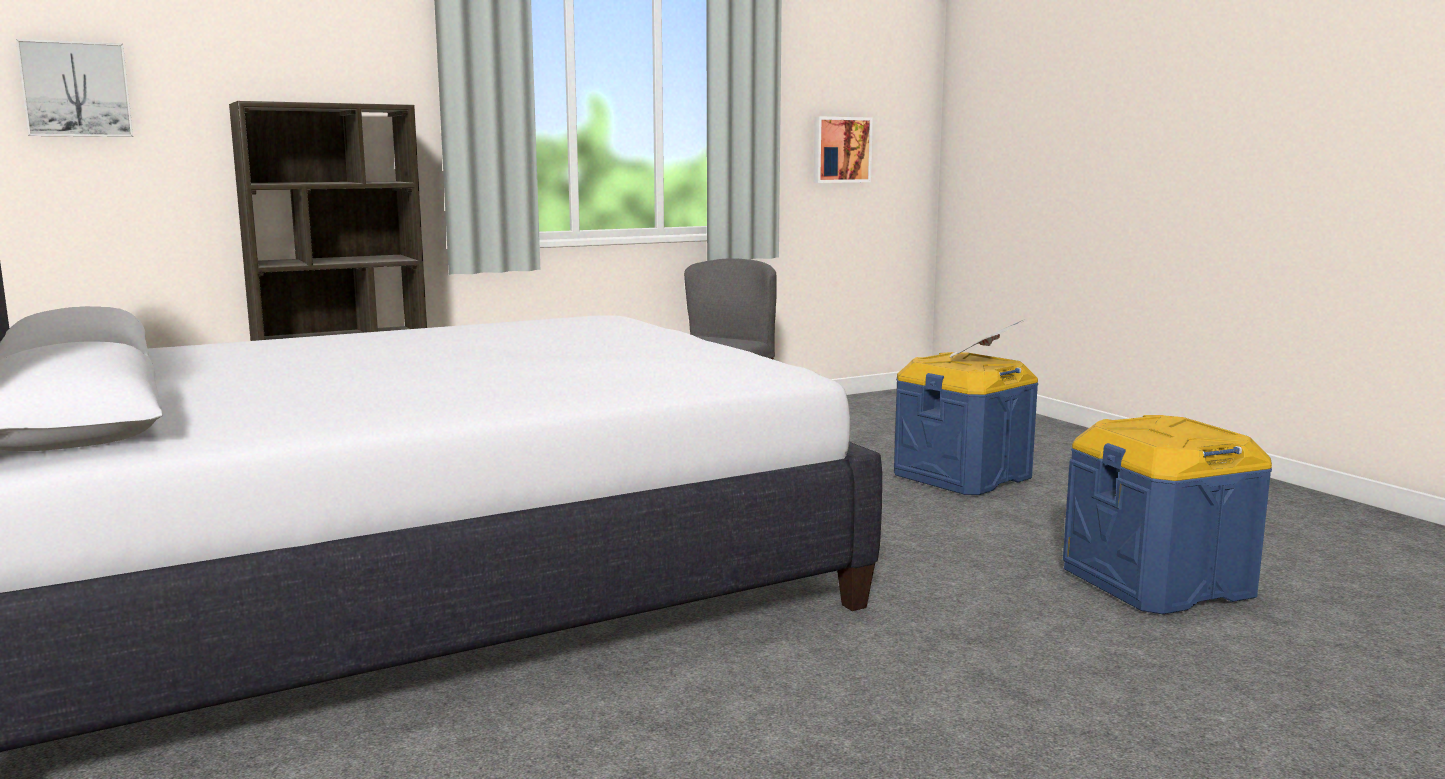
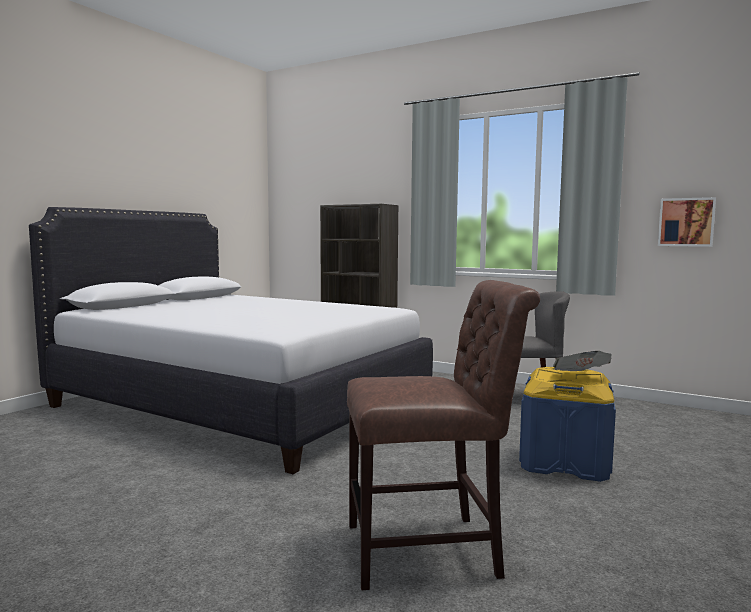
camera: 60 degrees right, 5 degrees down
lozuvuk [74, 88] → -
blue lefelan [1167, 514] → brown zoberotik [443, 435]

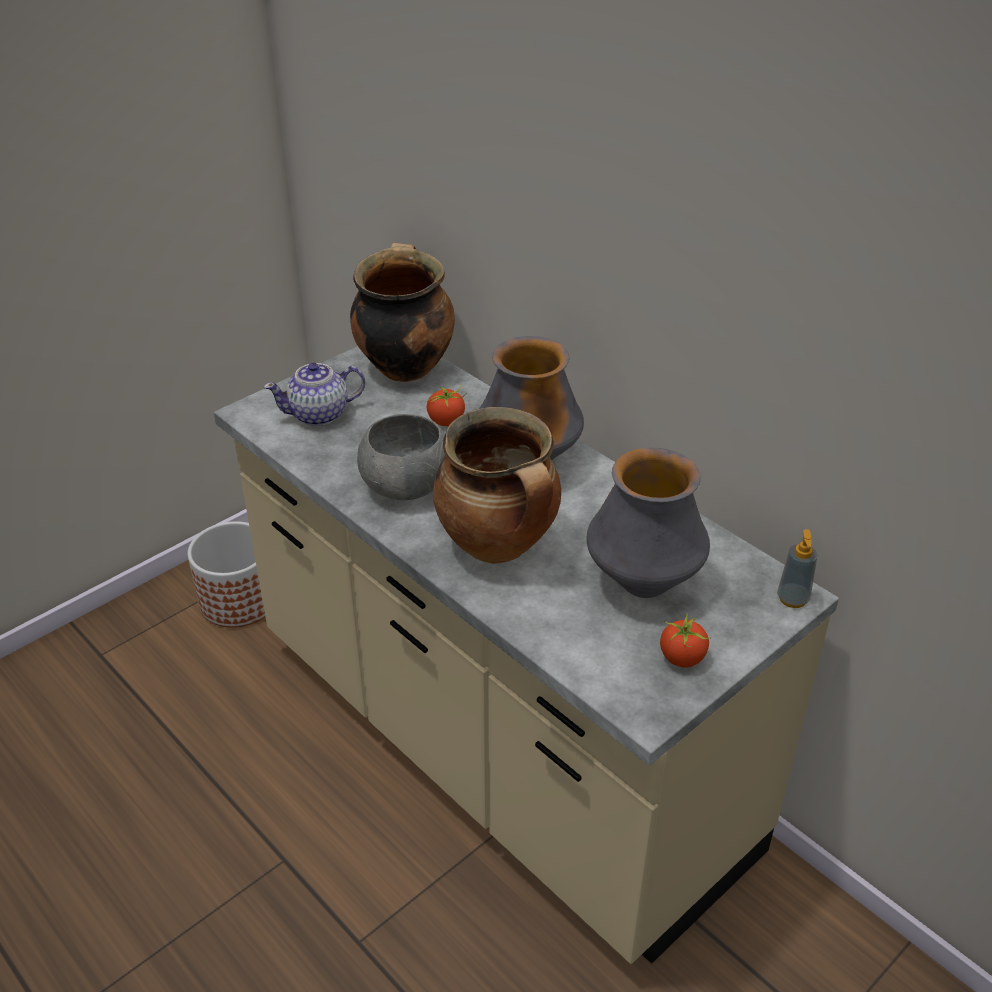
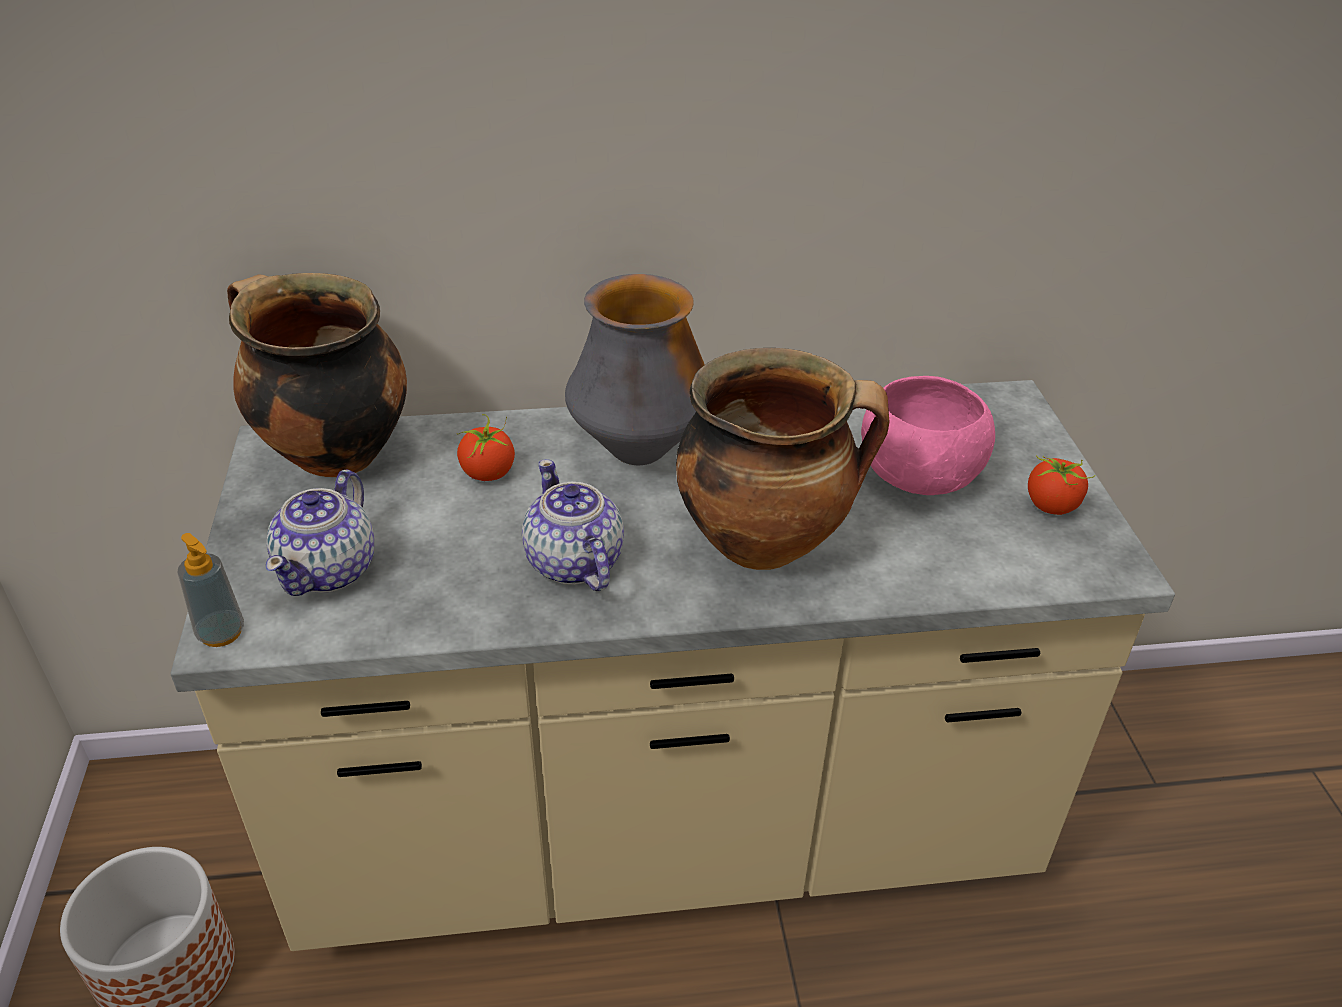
camera: 55 degrees left, 0 degrees up
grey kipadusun [401, 457] → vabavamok [573, 525]
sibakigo [648, 523] → pink kipadusun [928, 435]
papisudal [797, 568] → papisudal [210, 590], shifted

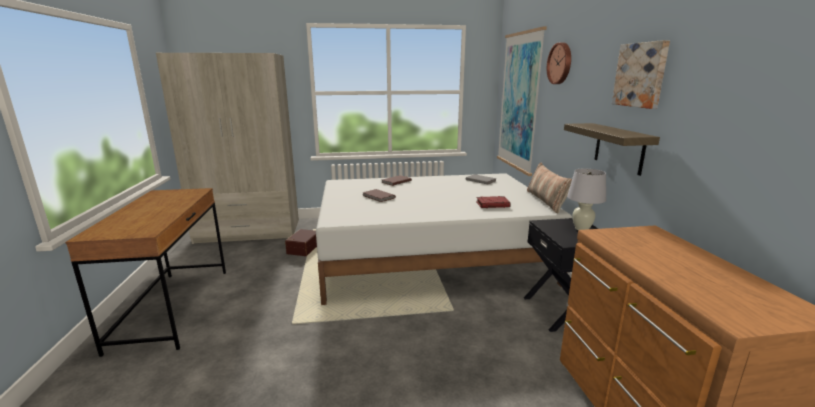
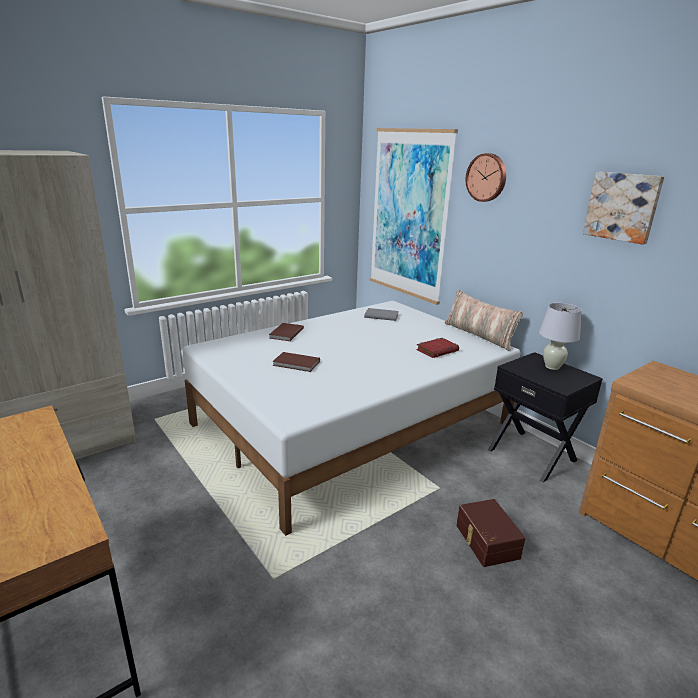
camera: 30 degrees left, 5 degrees up
brown lefelan [301, 242] → brown lefelan [491, 533], shifted
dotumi [612, 149] → -

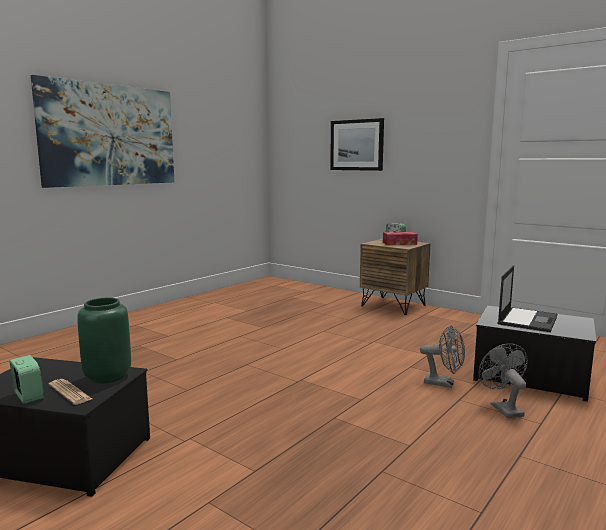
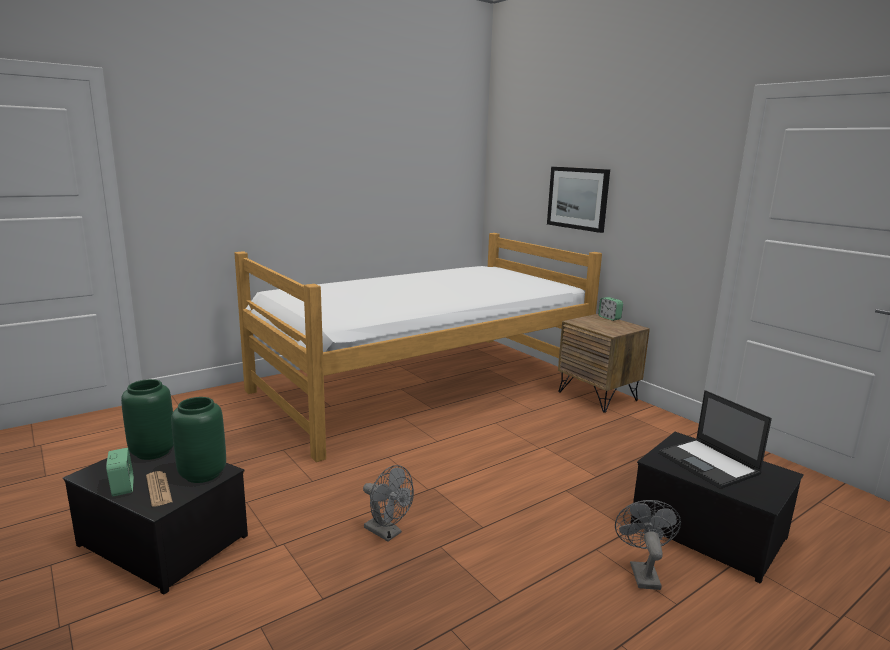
camera: 15 degrees right, 5 degrees up
lozuvuk [102, 131] → -
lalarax [400, 238] → -
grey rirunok [442, 356] → grey rirunok [388, 503], shifted
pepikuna [527, 298] → pepikuna [715, 439], 105 degrees clockwise
- → green sibakigo [147, 419]
- → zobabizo [418, 347]

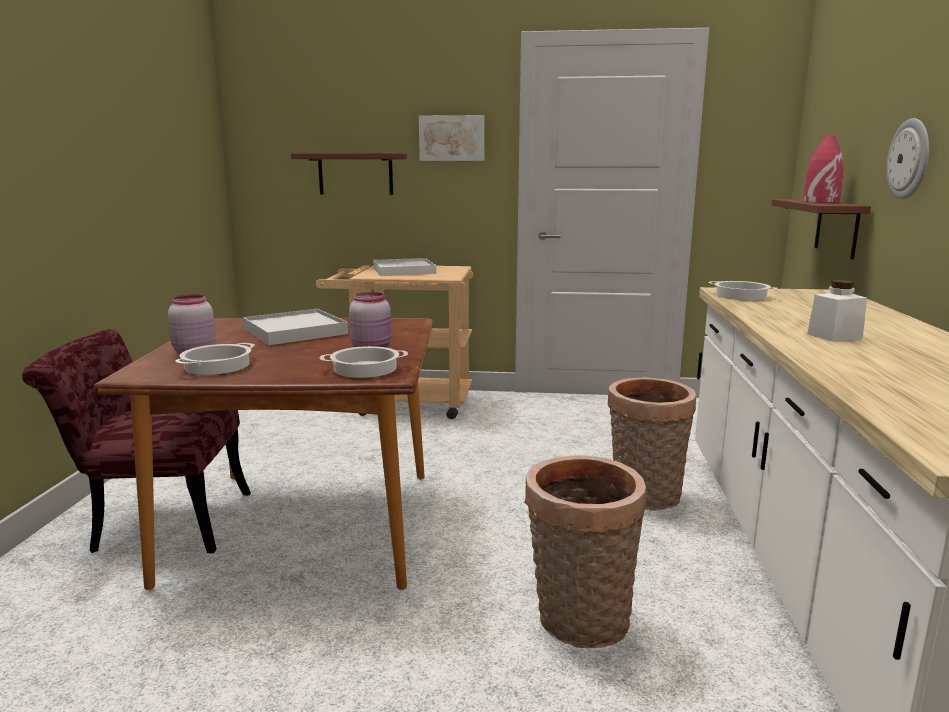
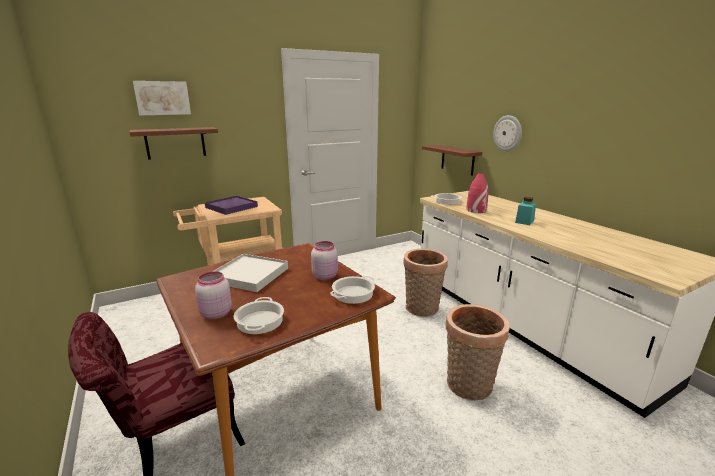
camera: 35 degrees left, 5 degrees up
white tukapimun [404, 267] → purple tukapimun [231, 205]
lozuvuk [452, 138] → lozuvuk [162, 98], shifted
red sibakigo [823, 169] → red sibakigo [477, 193], shifted
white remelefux [837, 310] → turquoise remelefux [525, 211]

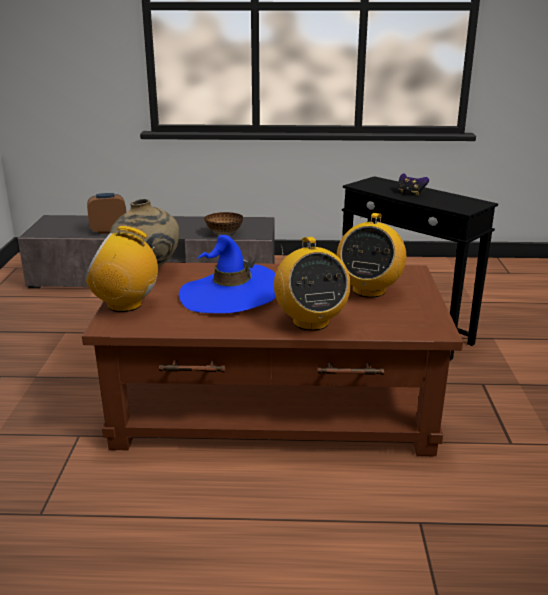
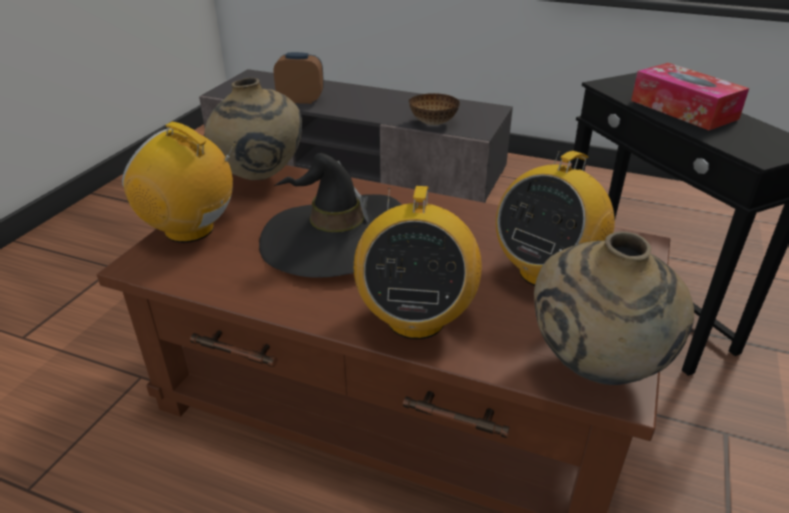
camera: 20 degrees right, 10 degrees up
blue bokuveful [227, 274] → black bokuveful [330, 215]
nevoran [413, 184] → lalarax [690, 96]
- → beige sibakigo [614, 308]

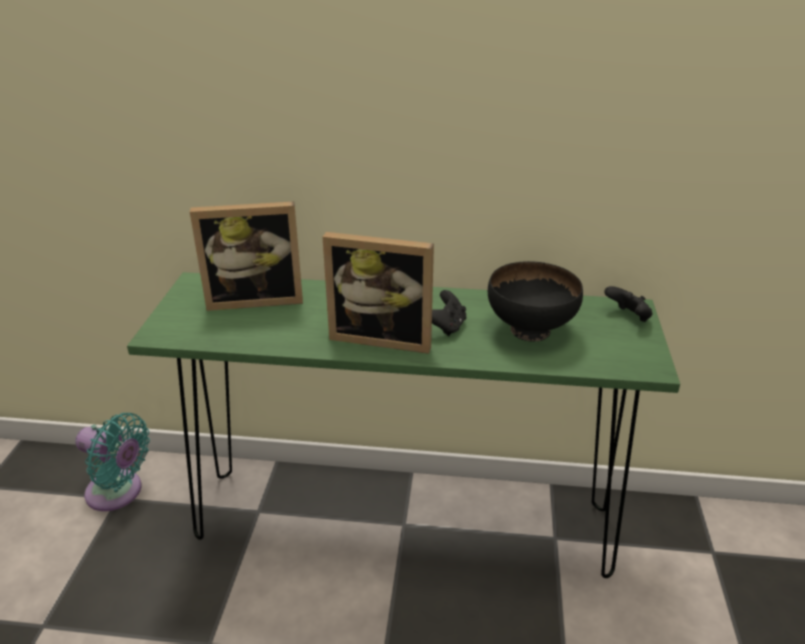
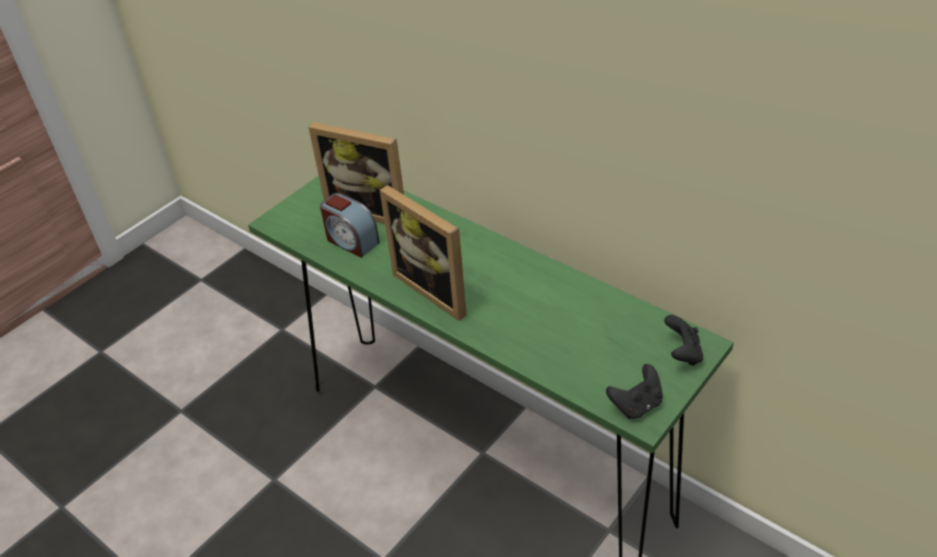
camera: 35 degrees right, 10 degrees up
turquoise rirunok [112, 462] → -
black nevoran [449, 313] → black nevoran [634, 391], shifted
black kipadusun [535, 301] → -
- → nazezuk [350, 225]

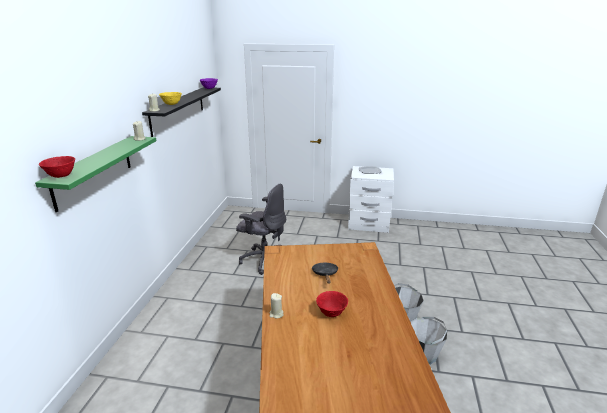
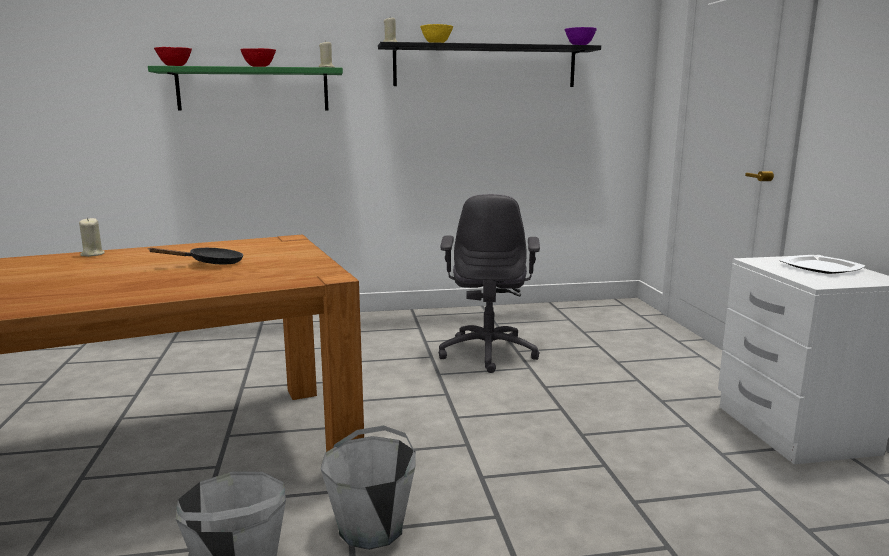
camera: 70 degrees right, 10 degrees down
red kipadusun [332, 304] → red kipadusun [258, 57], shifted

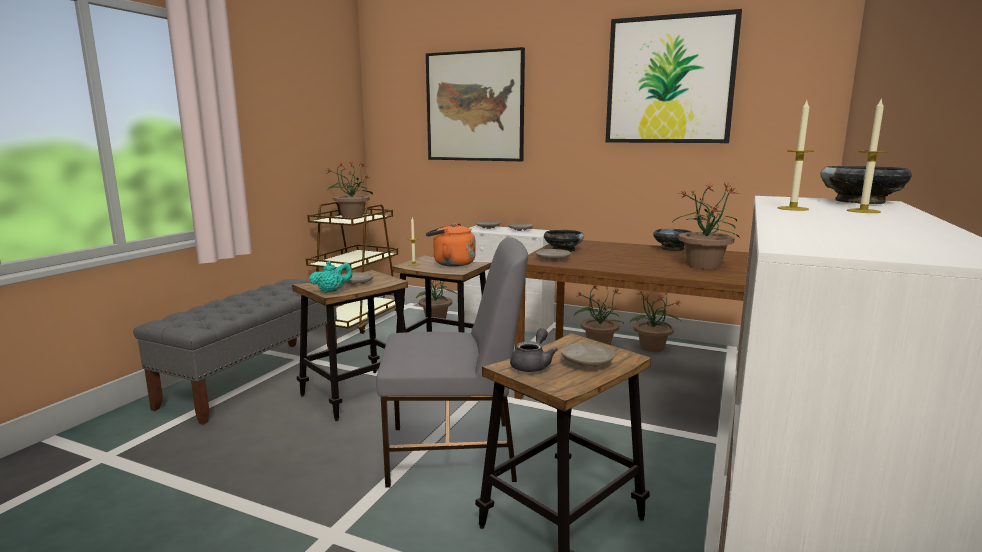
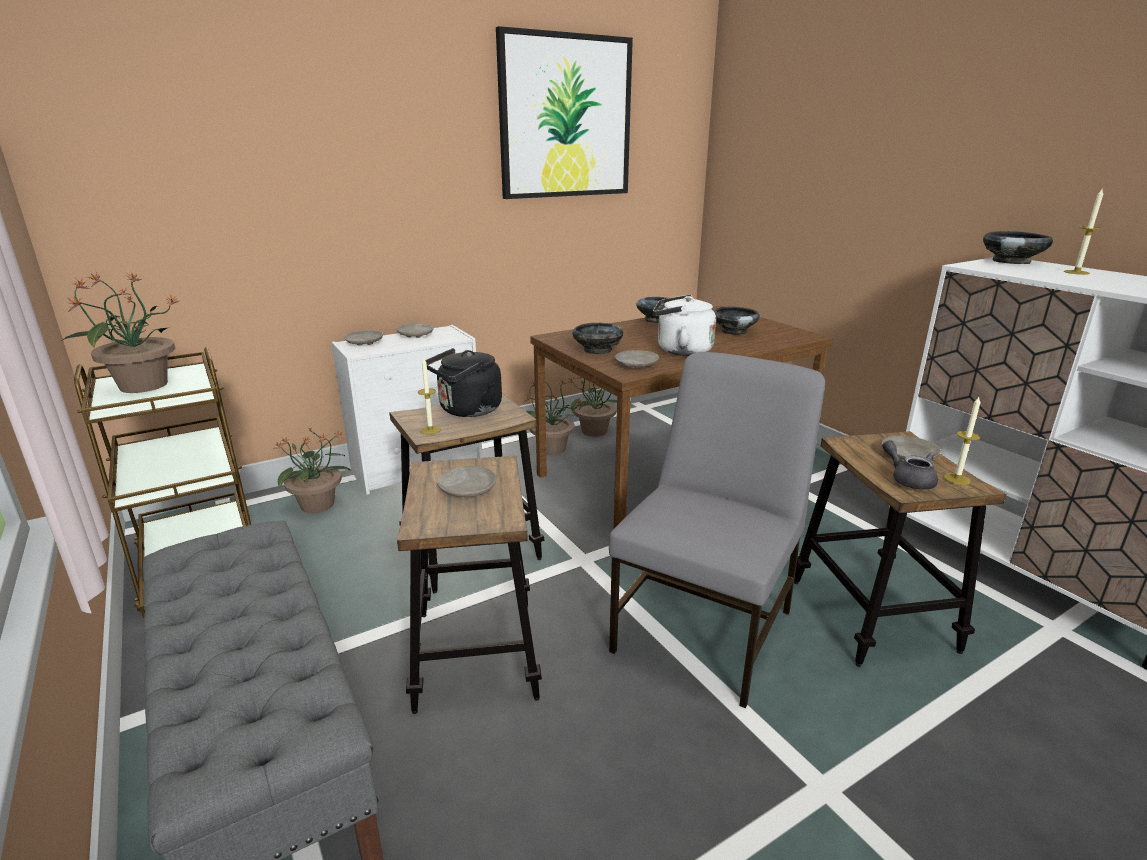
camera: 55 degrees left, 10 degrees up
turquoise vabavamok [330, 277] → -
lozuvuk [475, 104] → -
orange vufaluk [451, 245] → black vufaluk [463, 382]
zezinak [706, 225] → black kipadusun [737, 321]
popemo [796, 156] → popemo [962, 441], shifted
- → white vufaluk [684, 325]

